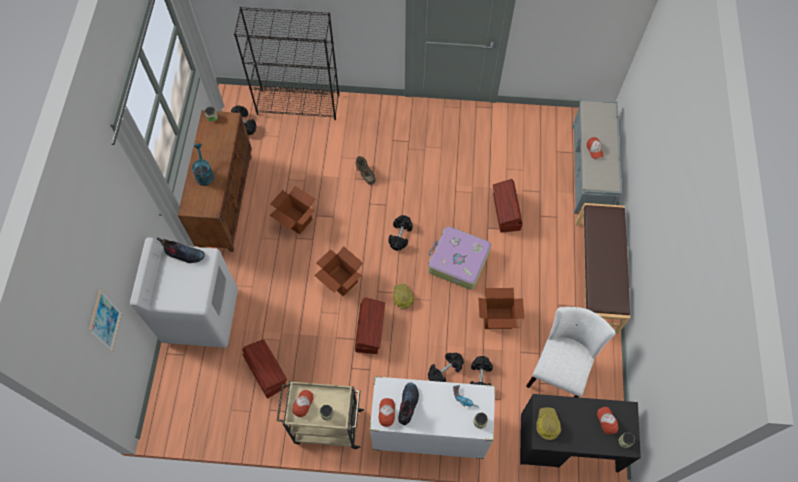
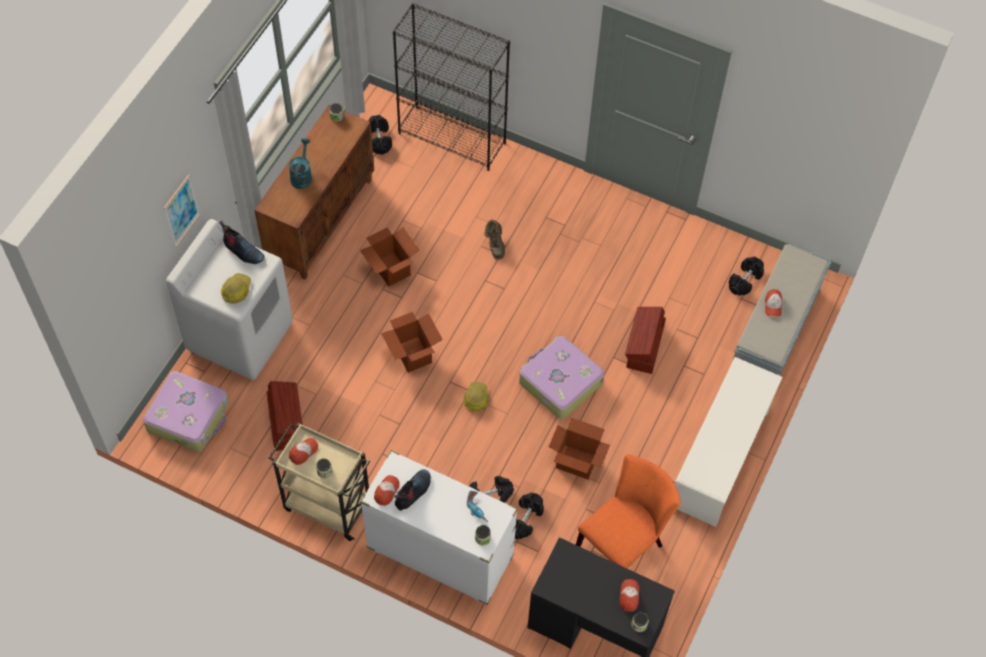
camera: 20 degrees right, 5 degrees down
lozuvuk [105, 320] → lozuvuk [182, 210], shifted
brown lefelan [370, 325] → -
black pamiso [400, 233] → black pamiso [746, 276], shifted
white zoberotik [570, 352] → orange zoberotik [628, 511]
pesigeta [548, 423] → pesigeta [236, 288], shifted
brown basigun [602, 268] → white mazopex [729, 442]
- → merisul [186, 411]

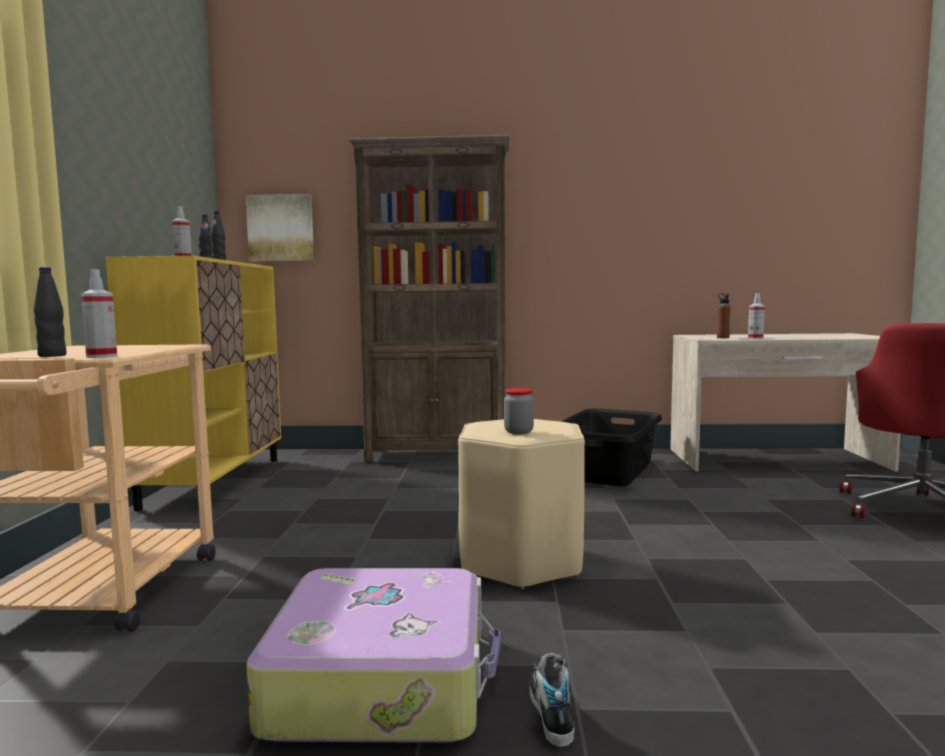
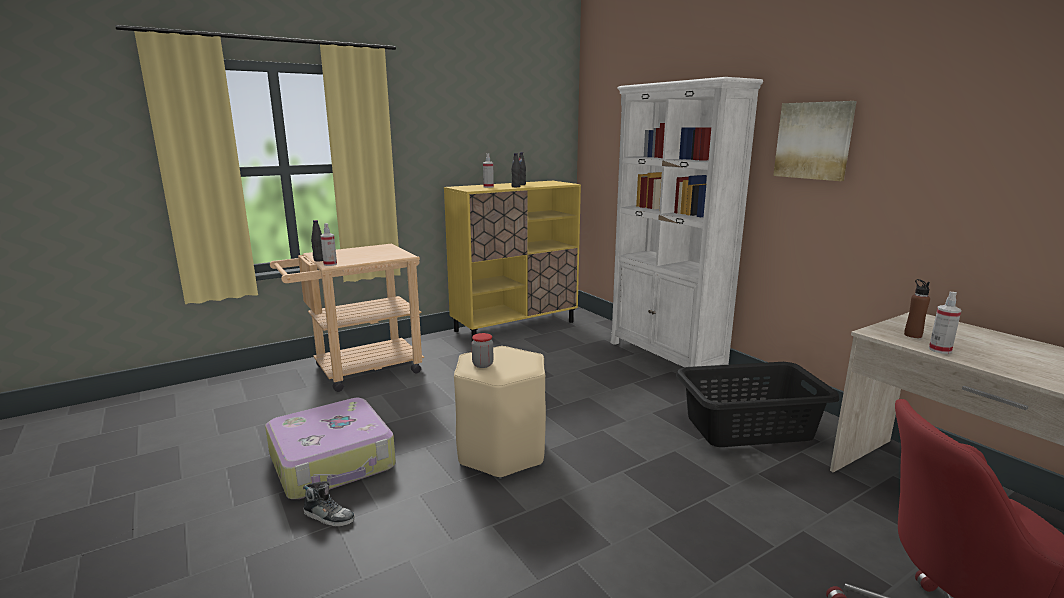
camera: 55 degrees right, 10 degrees up
lozuvuk [280, 227] → lozuvuk [814, 141], shifted
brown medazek [429, 298] → white medazek [687, 222]
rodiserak [552, 700] → rodiserak [329, 504], 60 degrees clockwise

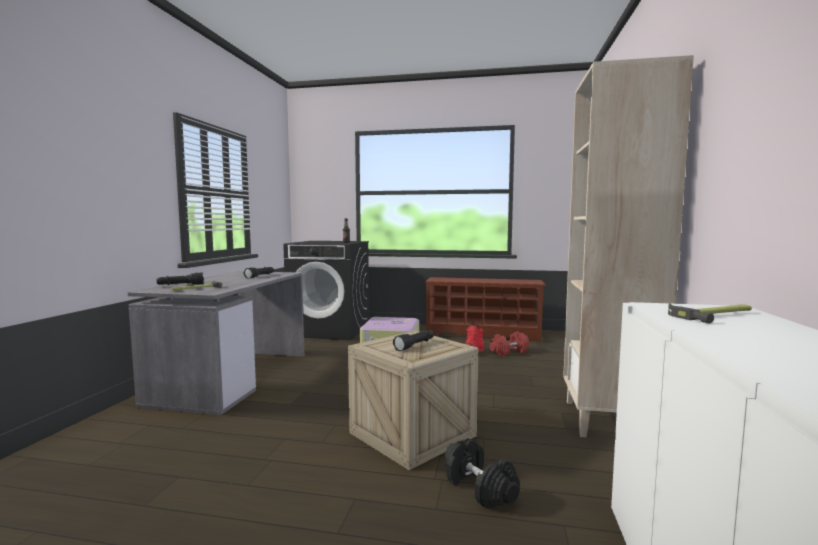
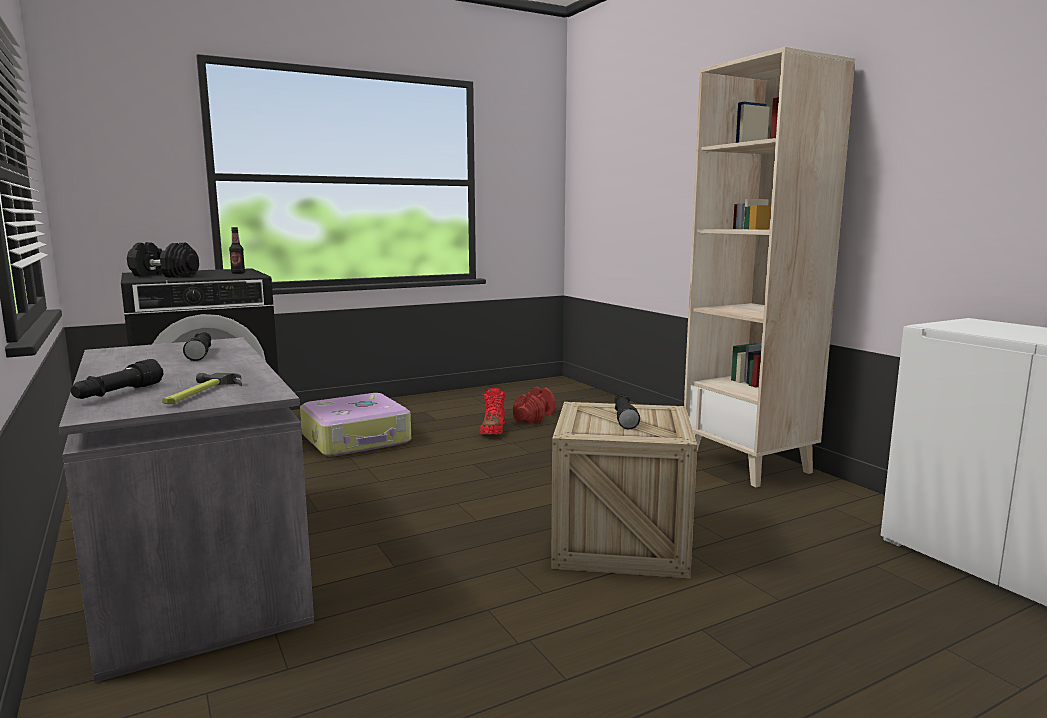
camera: 40 degrees left, 5 degrees up
brown mazopex [485, 309] → -
black pamiso [482, 473] → black pamiso [163, 259], shifted
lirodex [710, 313] → -

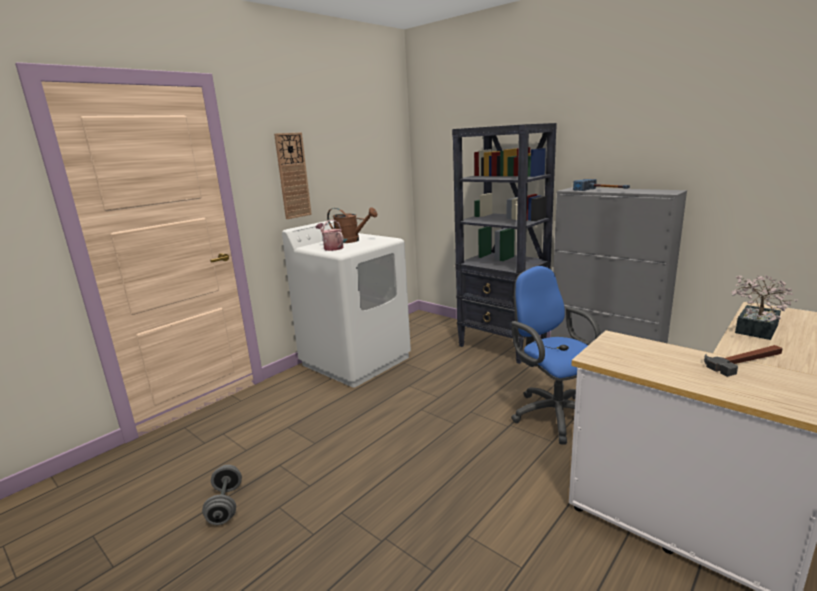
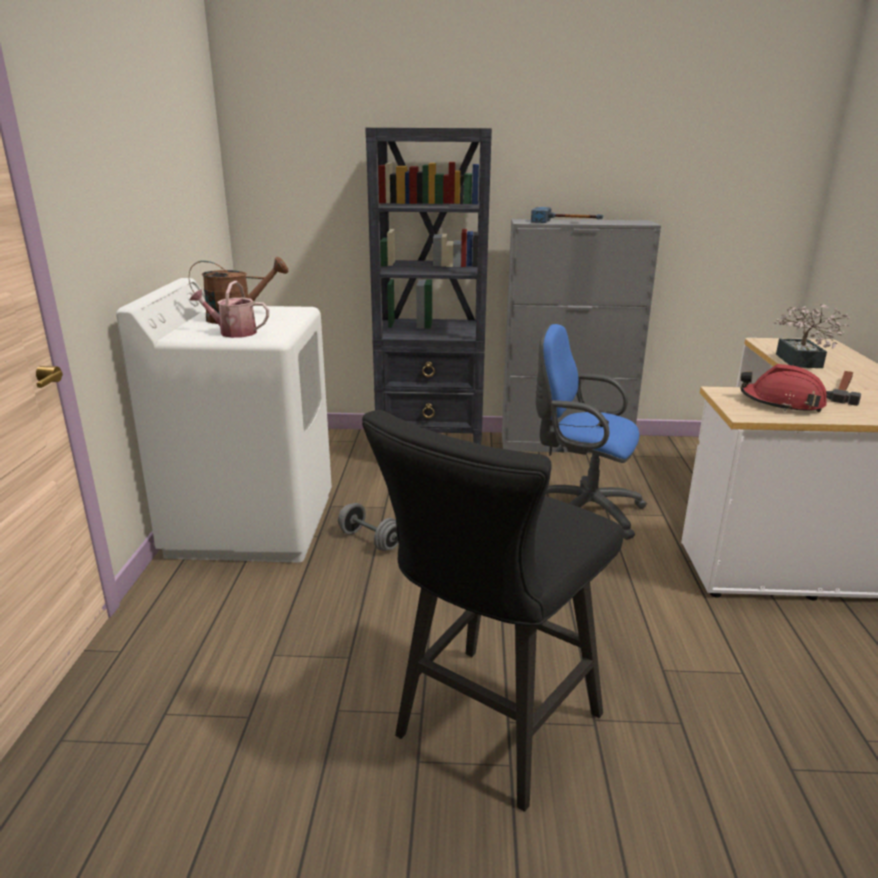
camera: 40 degrees left, 5 degrees up
grey pamiso [222, 495] → grey pamiso [368, 527], shifted
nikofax [293, 175] → -
- → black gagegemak [493, 611]
- → red pesigeta [784, 388]

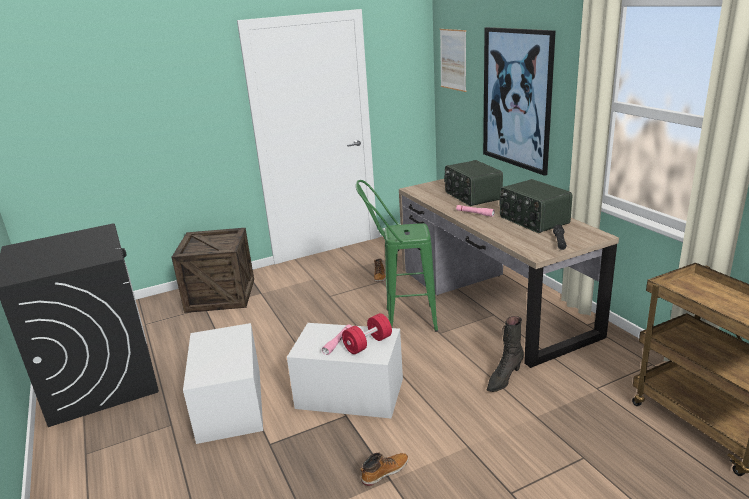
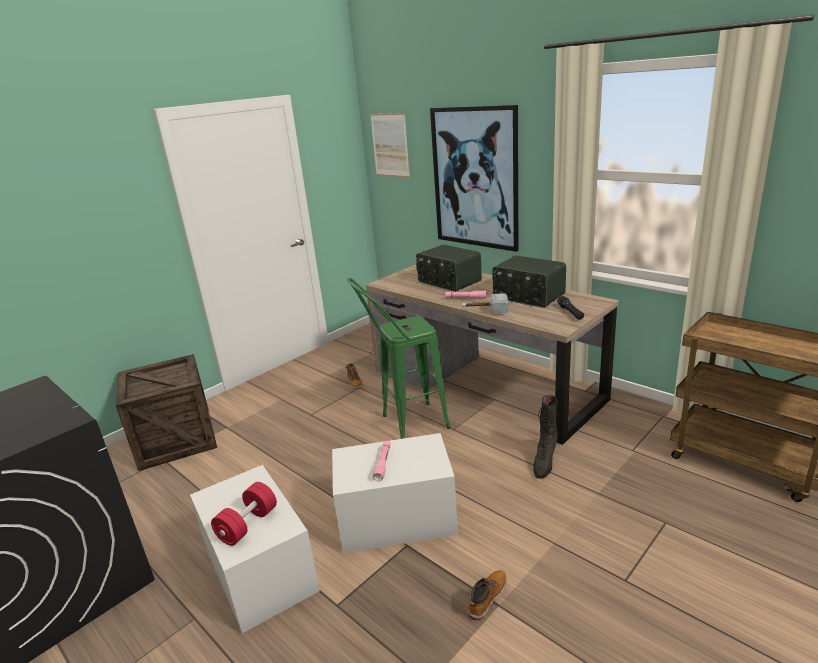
camera: 20 degrees left, 0 degrees up
red pamiso [367, 333] → red pamiso [244, 514], shifted
- → lirodex [485, 303]

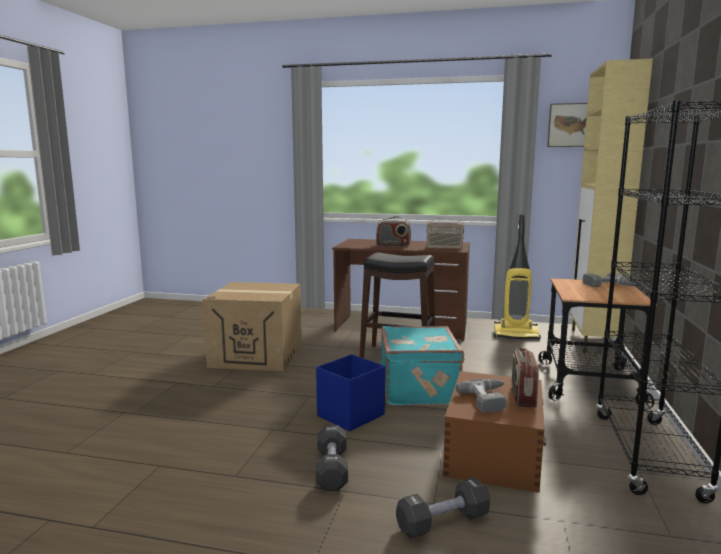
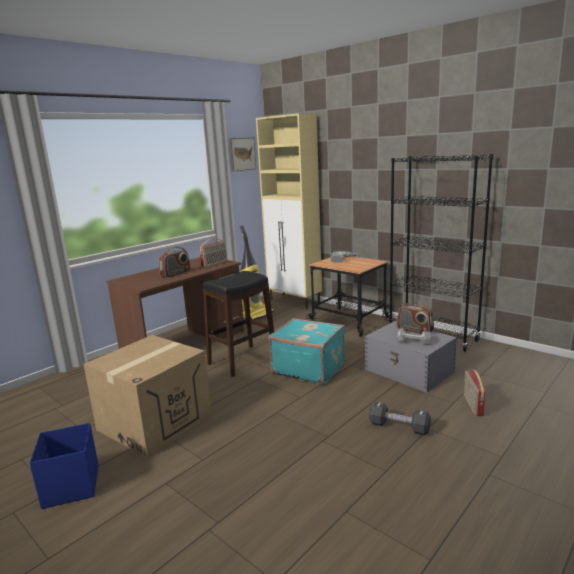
camera: 60 degrees left, 5 degrees up
blue lefelan [350, 392] → blue lefelan [63, 466], shifted
black pamiso [443, 508] → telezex [475, 392]
brown lefelan [494, 432] → grey lefelan [411, 356]

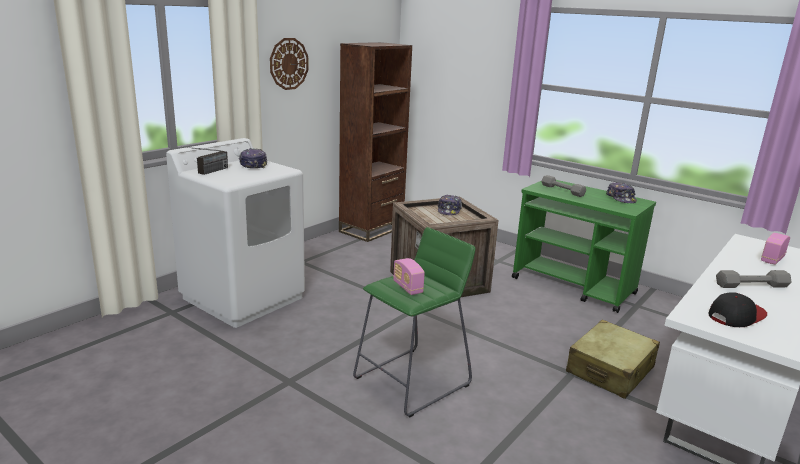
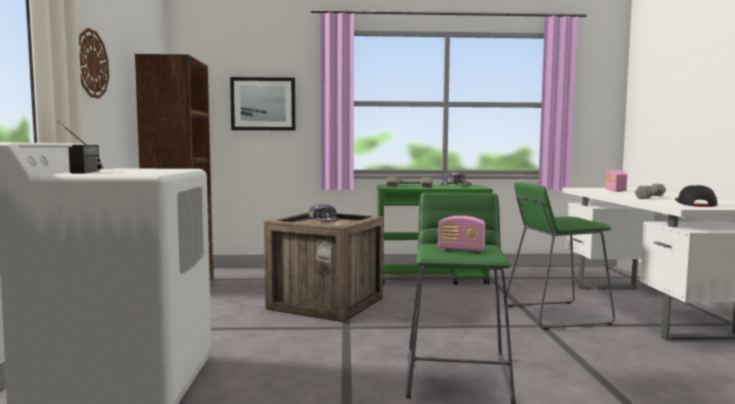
camera: 40 degrees left, 15 degrees down
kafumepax [253, 158] → -
beige merisul [613, 359] → green gagegemak [560, 256]
- → lozuvuk [262, 104]

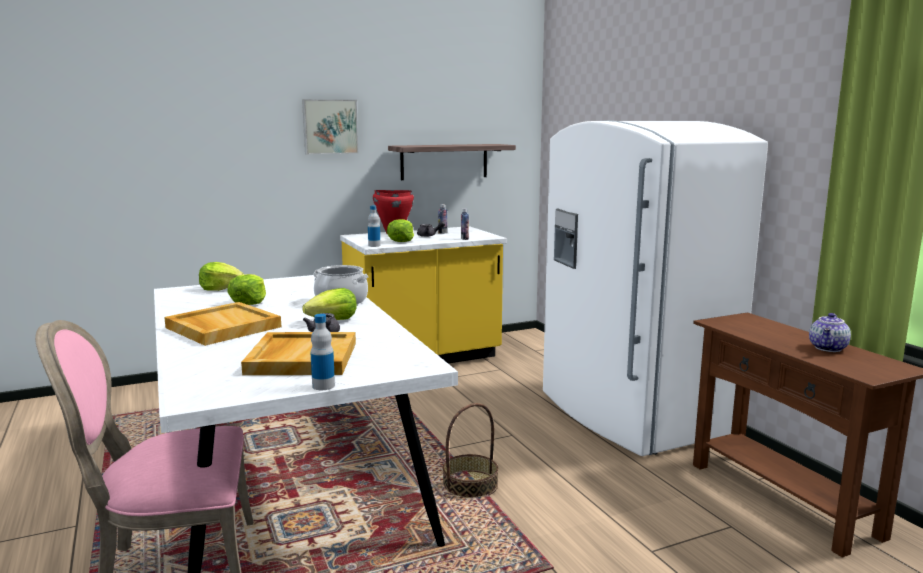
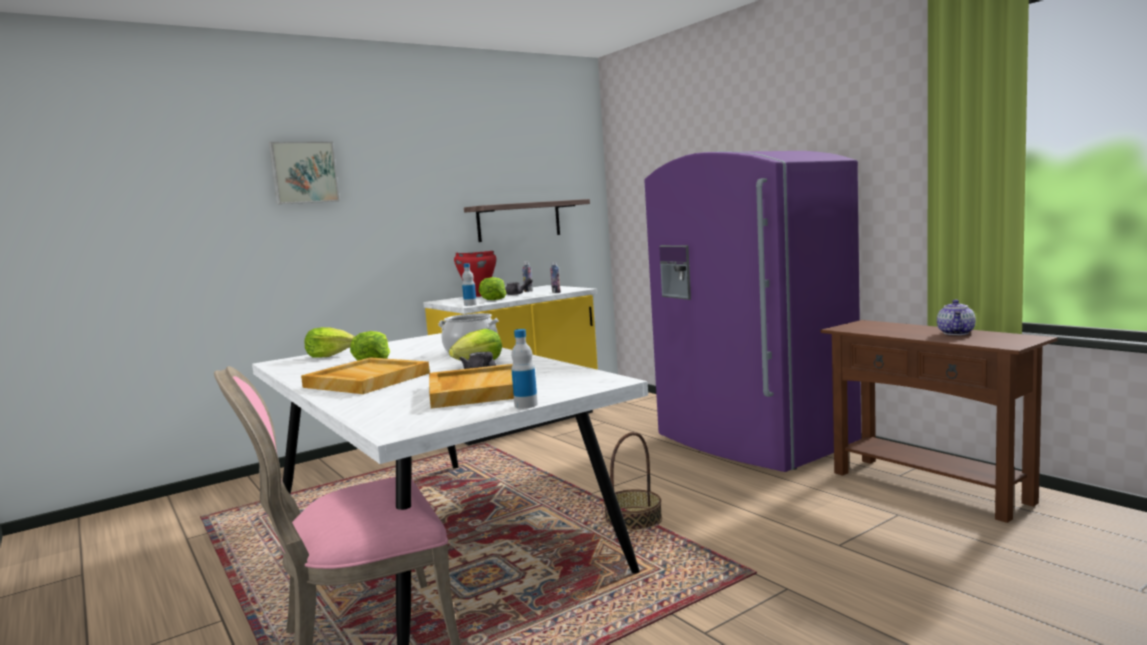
camera: 10 degrees left, 5 degrees down
lozuvuk [330, 127] → lozuvuk [304, 173], shifted
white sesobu [655, 288] → purple sesobu [752, 311]

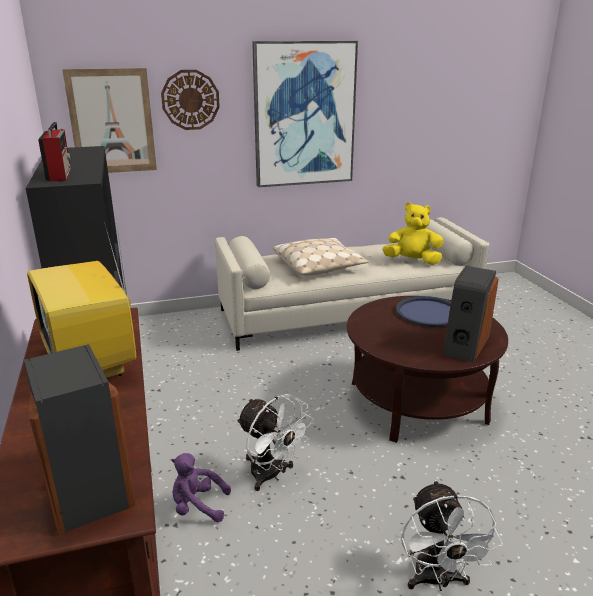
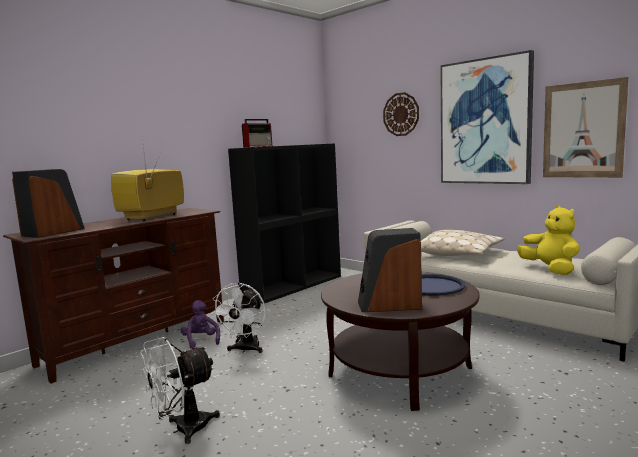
camera: 60 degrees right, 15 degrees down
lozuvuk [109, 120] → lozuvuk [585, 127], shifted

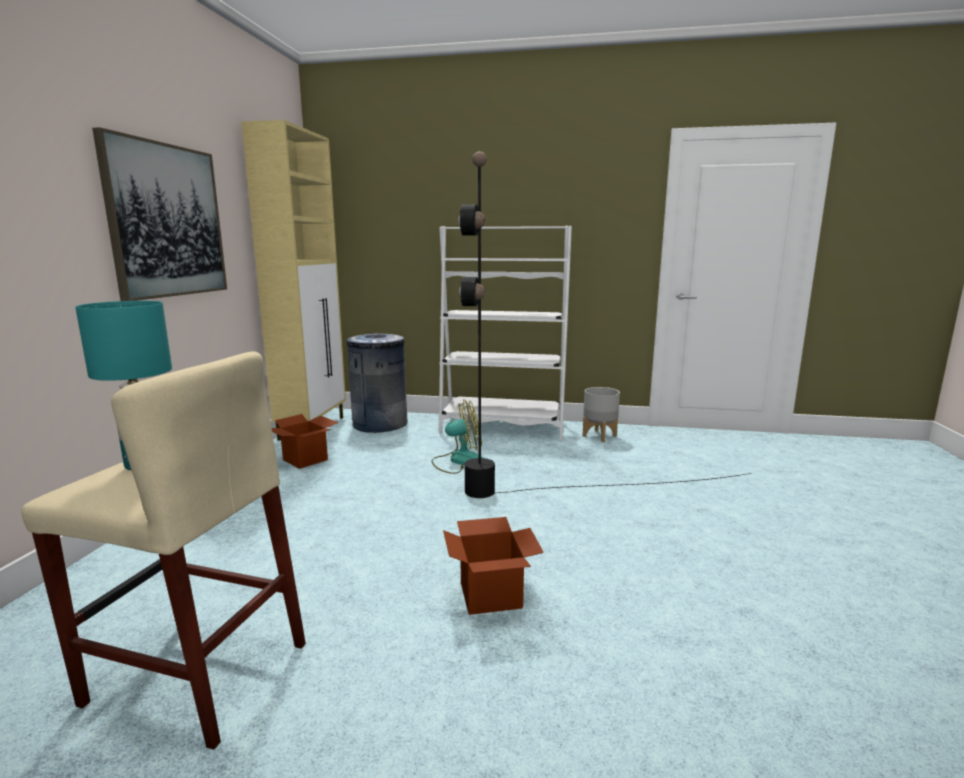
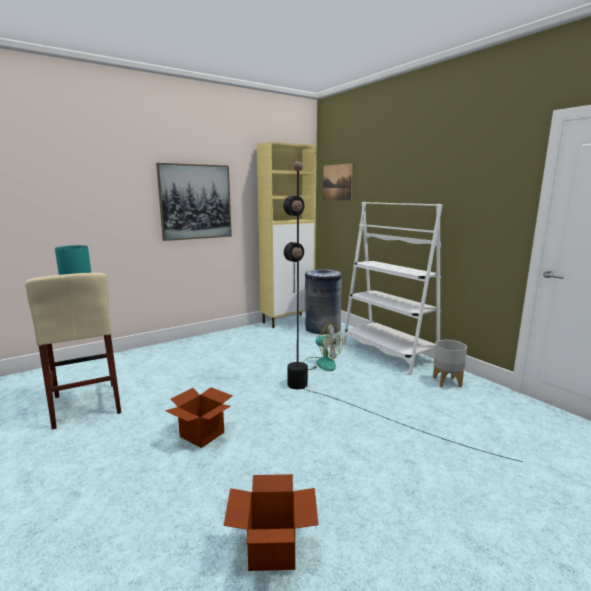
camera: 45 degrees right, 0 degrees up
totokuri [305, 441] → totokuri [270, 522], shifted
- → lozuvuk [338, 182]

